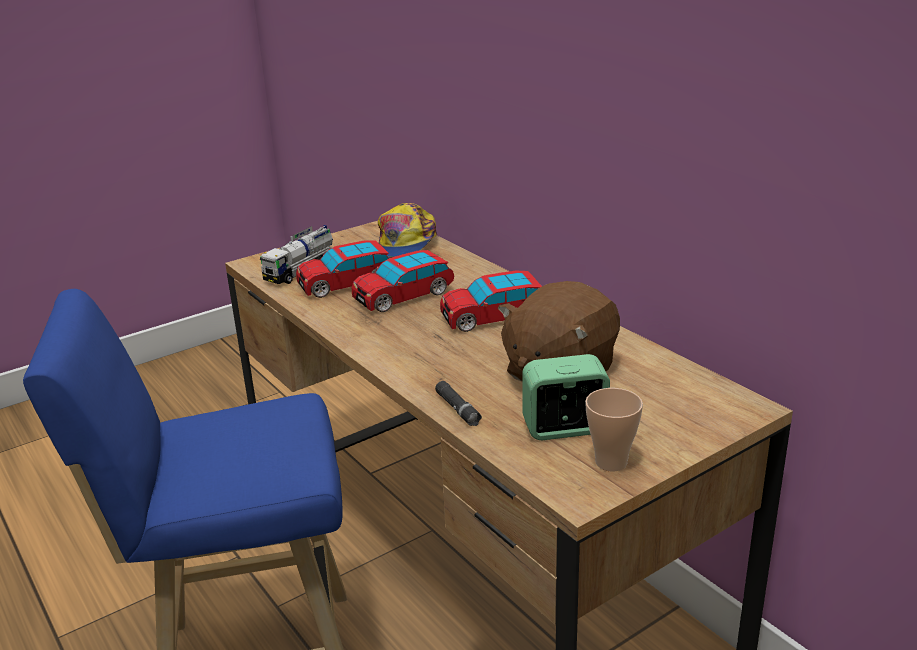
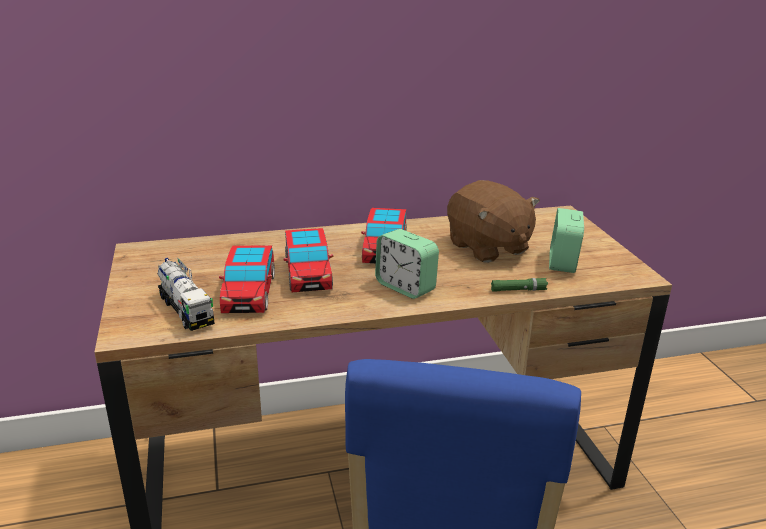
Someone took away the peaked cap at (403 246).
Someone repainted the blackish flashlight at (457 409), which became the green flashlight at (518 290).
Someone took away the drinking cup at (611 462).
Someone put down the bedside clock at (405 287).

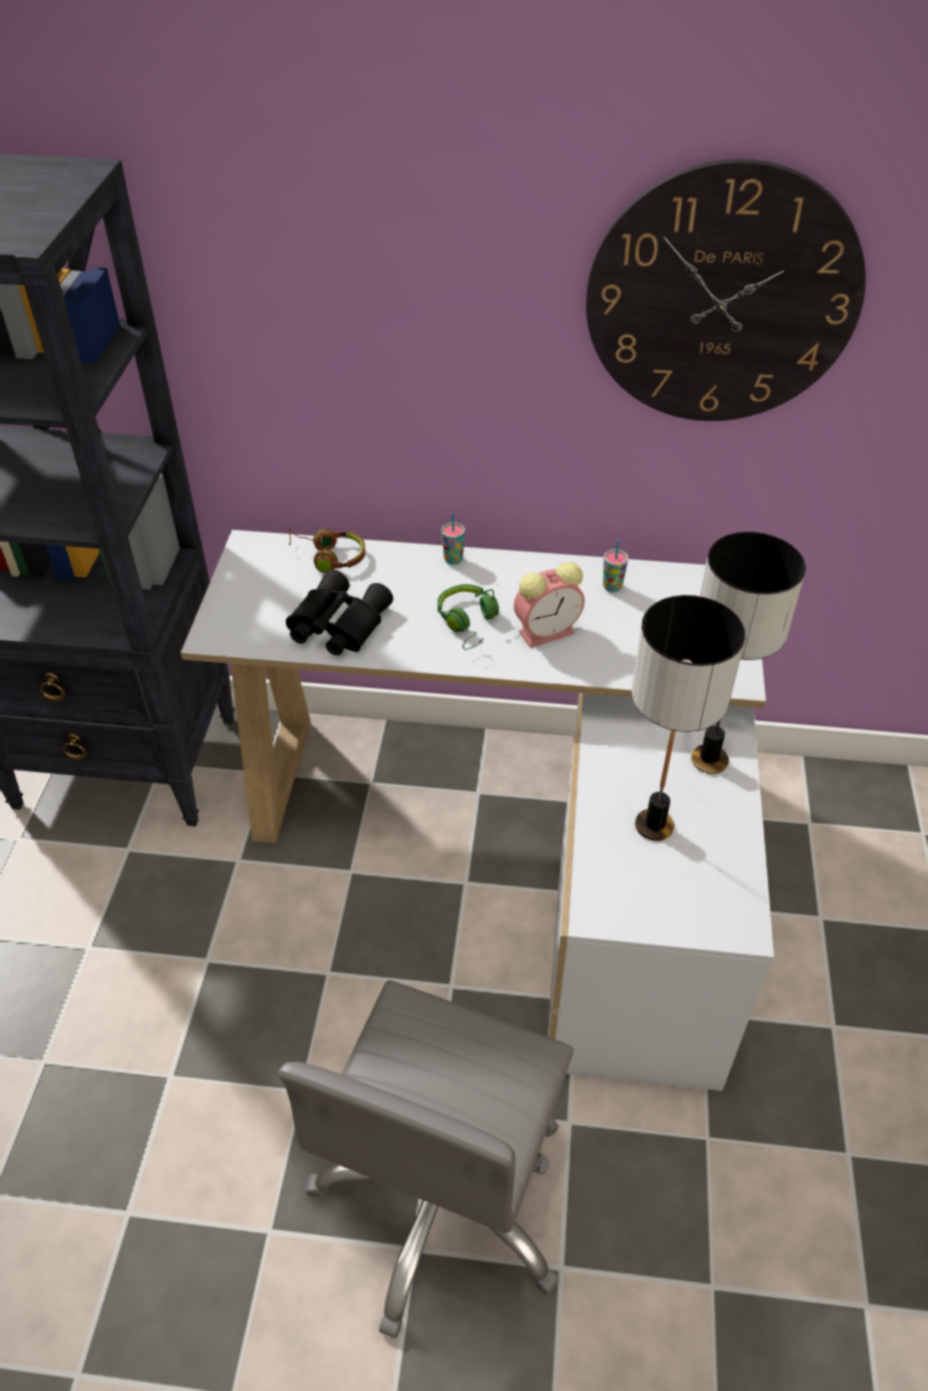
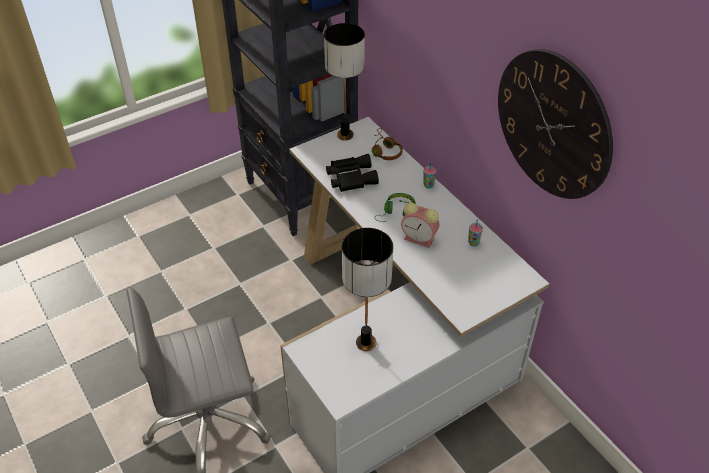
Someone carried the table lamp from (709 759) to (345 135).

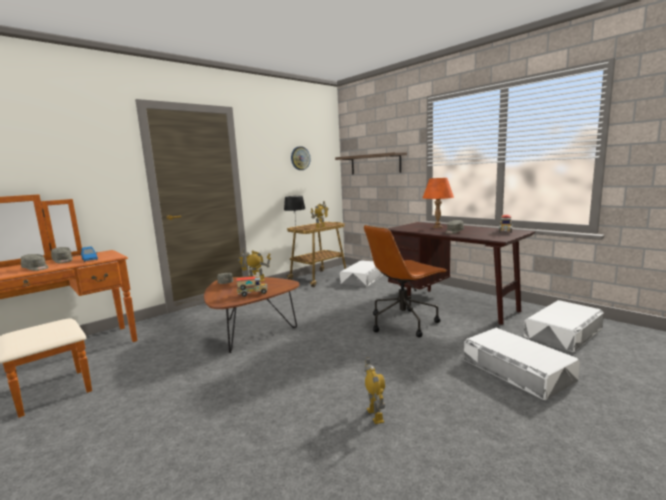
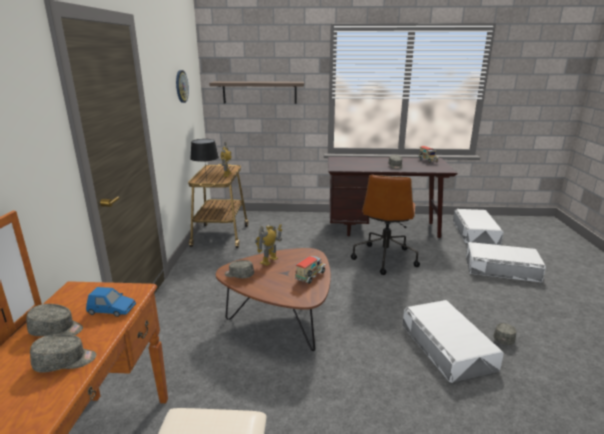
Someone carried the white storage bin from (363 278) to (447 346).
Someone swapped the robot figure at (375 415) for the grey peaked cap at (504 338).
Someone took away the orangey table lamp at (438 227).

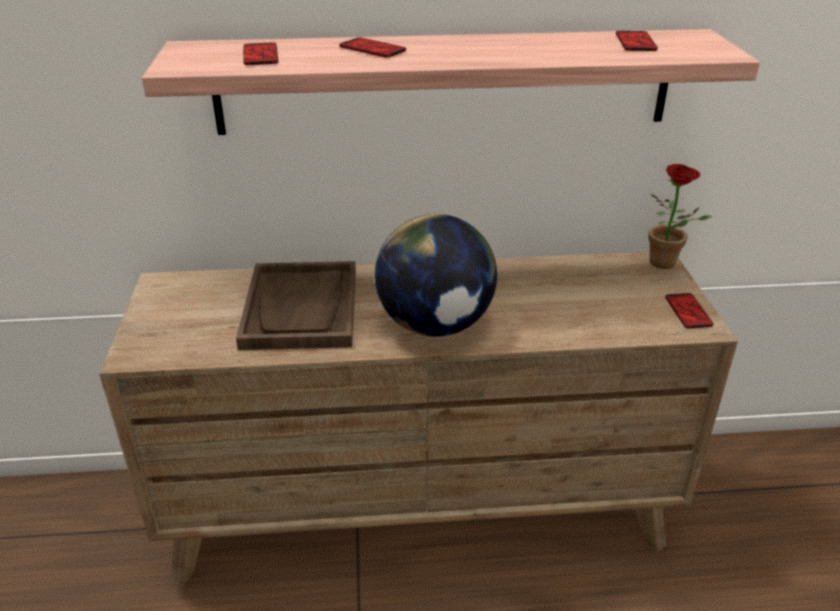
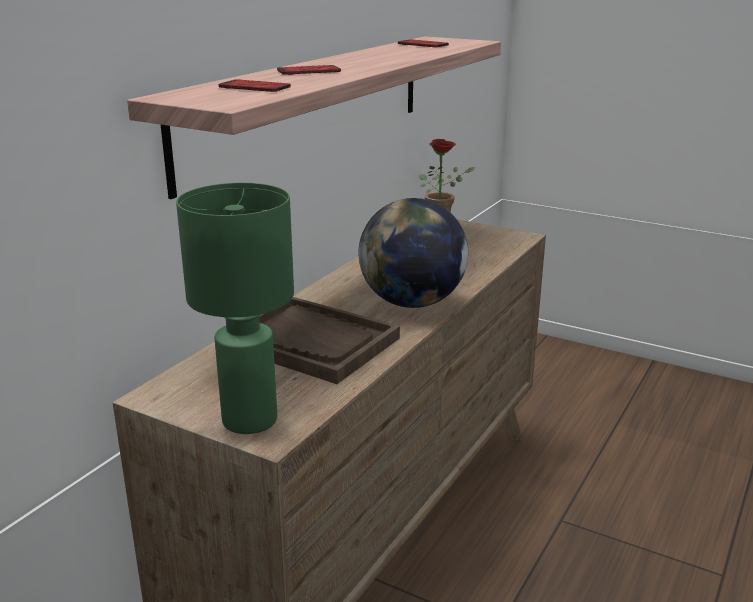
Someone took away the handset at (688 311).
Someone put down the green table lamp at (250 421).

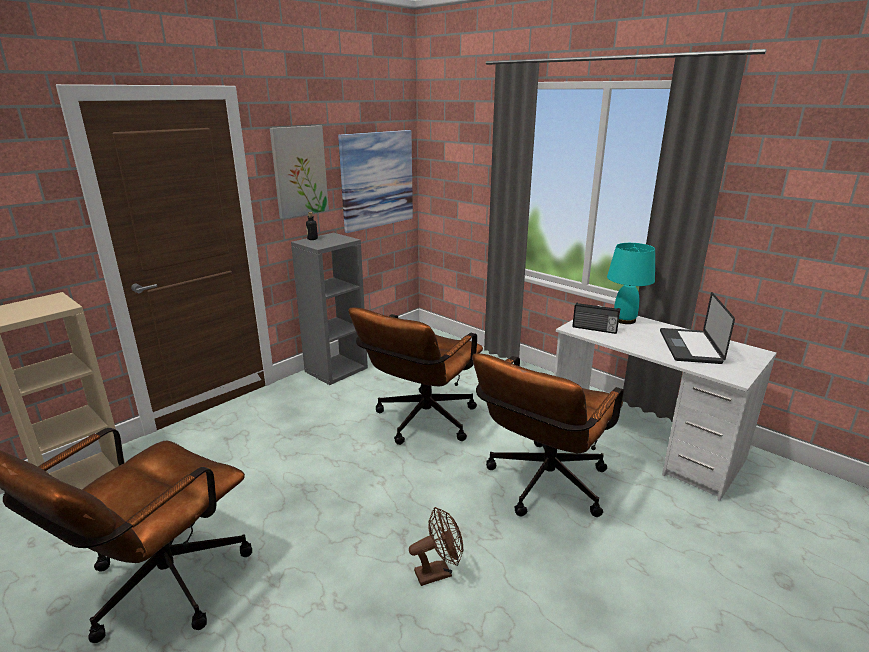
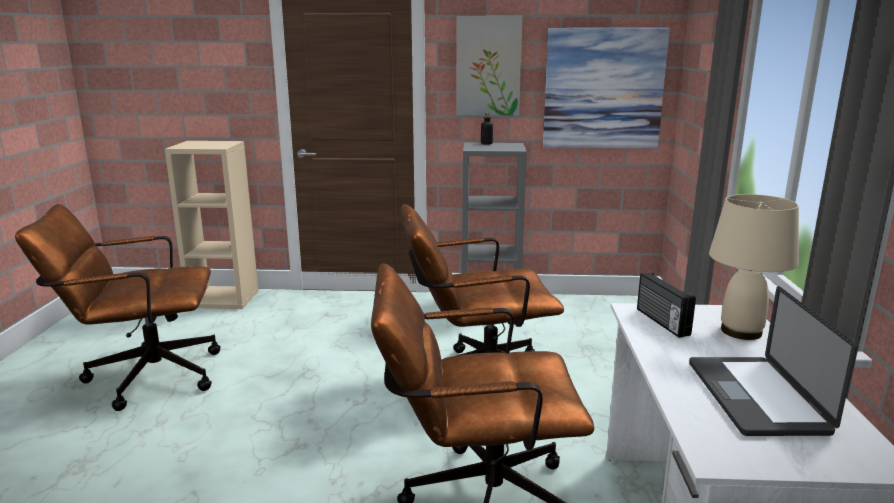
Someone took away the brown electric fan at (438 572).
Someone repainted the turquoise table lamp at (624 320), which became the sand-coloured table lamp at (741 331).
Someone rotated the notebook computer at (689 347) by 60 degrees counterclockwise.

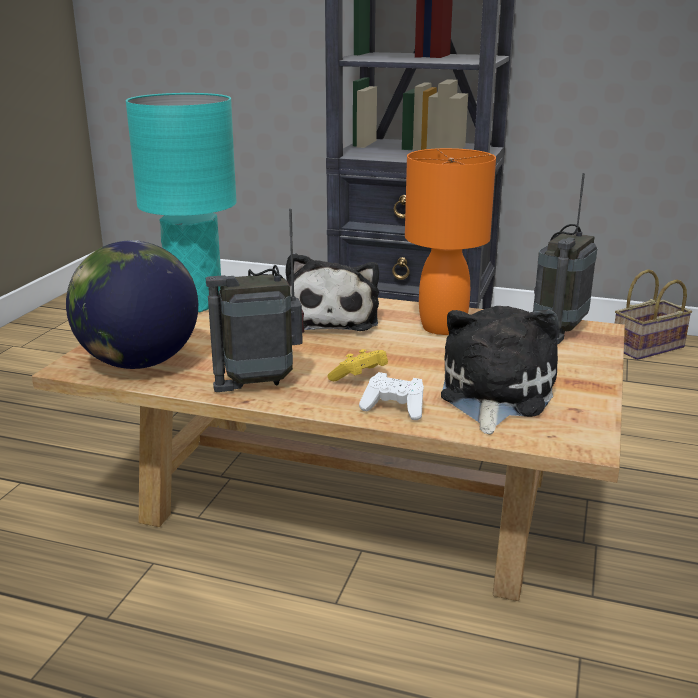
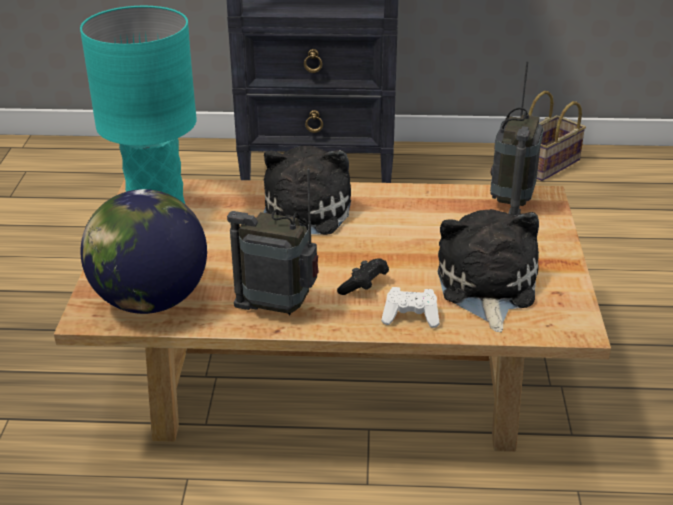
Someone rotated the radio at (259 383) by 45 degrees clockwise.
Someone rotated the plush toy at (332 318) by 150 degrees counterclockwise.
Someone repainted the yellow-coloured gamepad at (359 378), which became the blackish gamepad at (364 286).
Someone took away the orangey table lamp at (443 327).

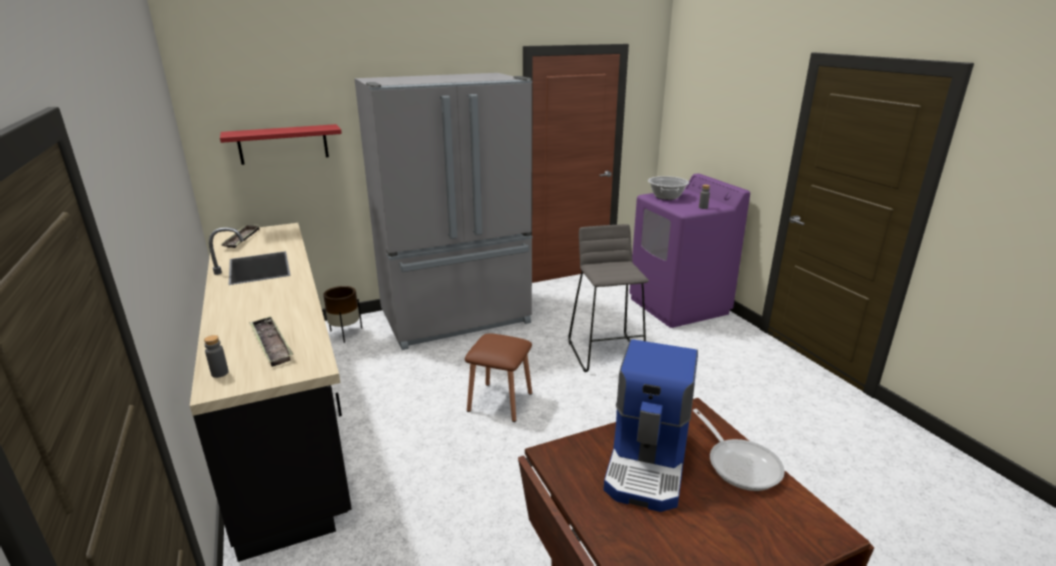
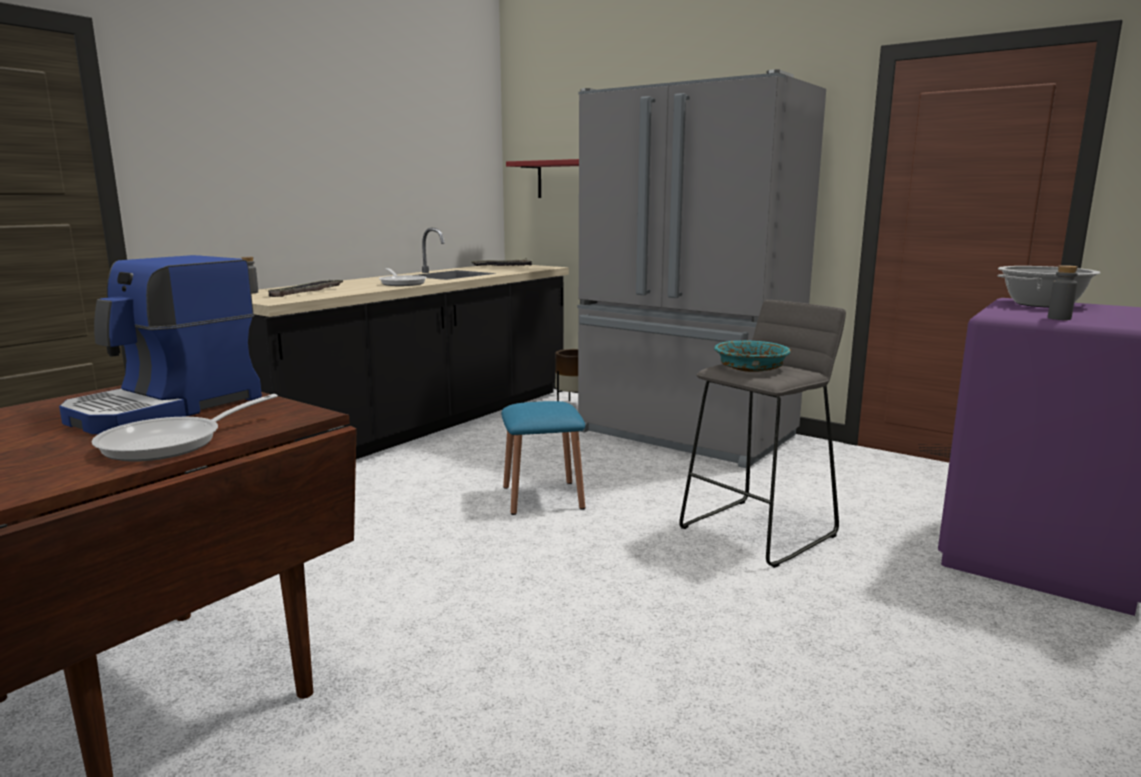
Someone repainted the brown sitting stool at (500 402), which became the bluish sitting stool at (542 497).
Someone rotated the coffee maker at (649 463) by 45 degrees counterclockwise.
Someone put down the frying pan at (402 283).
Someone put down the turquoise bowl at (751 368).

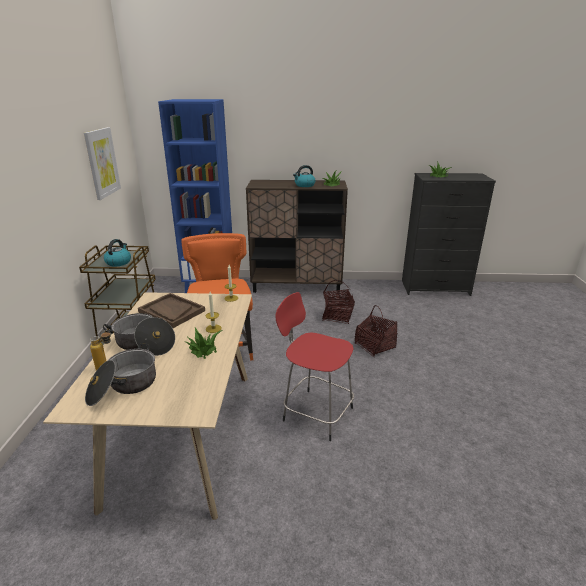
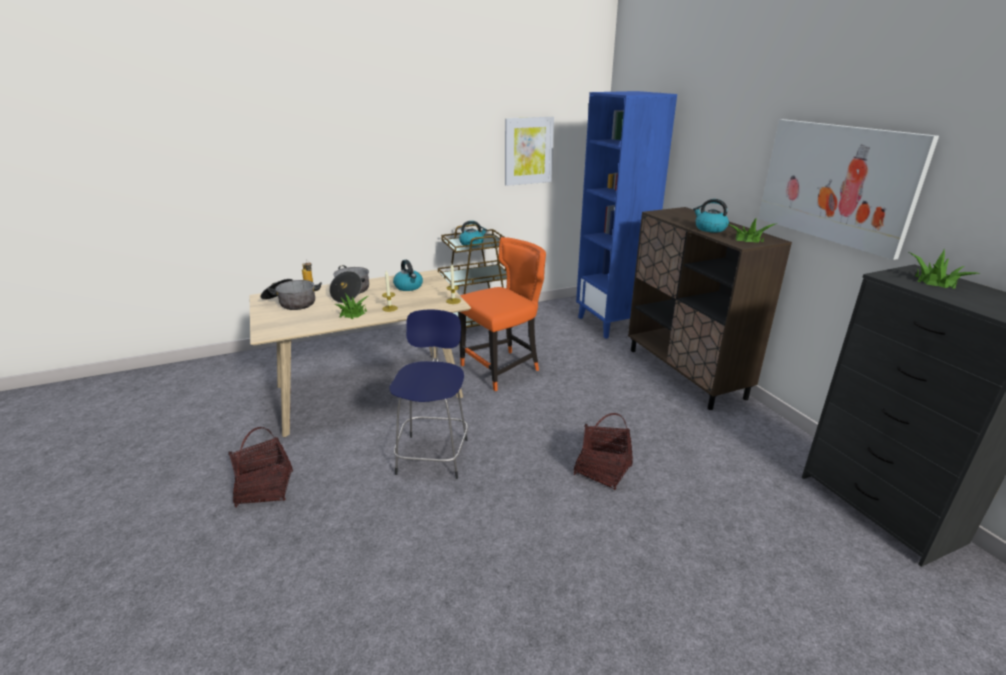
Someone swapped the brown carrying tray at (171 311) for the kettle at (409 287).
Someone repainted the red-coloured sitting stool at (315 413), which became the bluish sitting stool at (433 454).
Someone carried the storage basket from (337 316) to (265 488).
Someone put up the picture at (836 183).

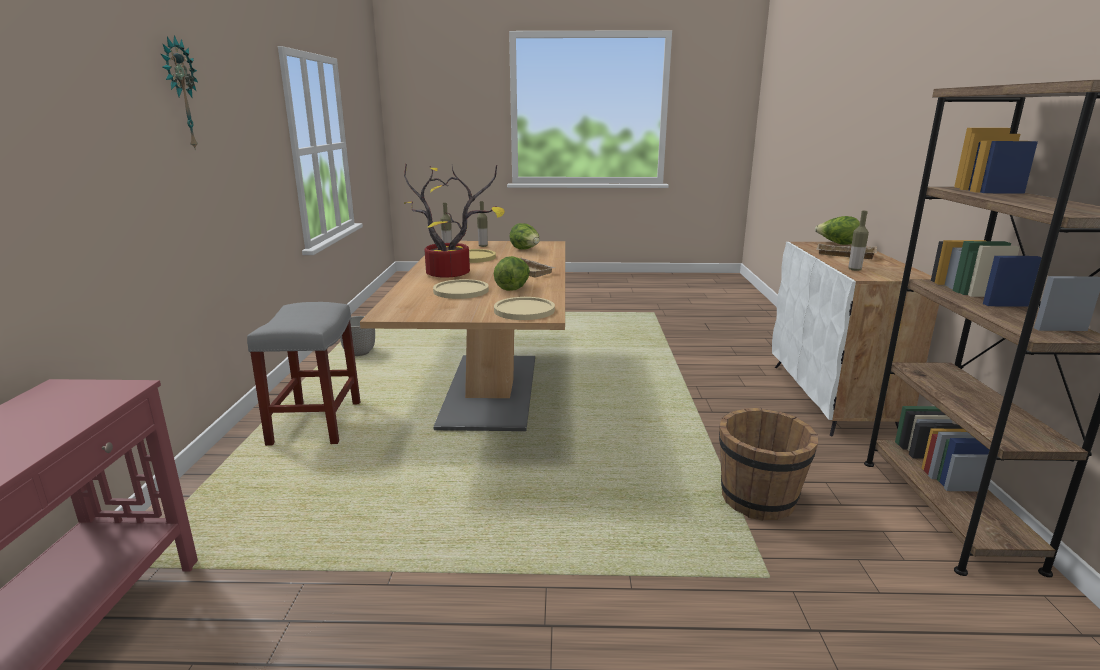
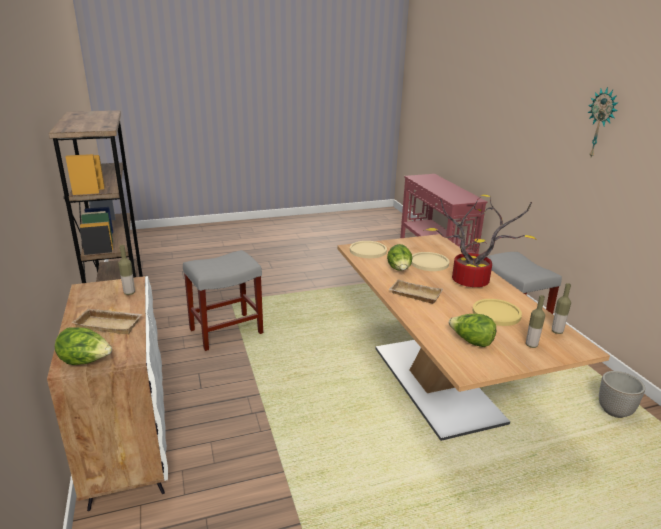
Someone swapped the brown pail at (758 500) for the grey sitting stool at (227 331).

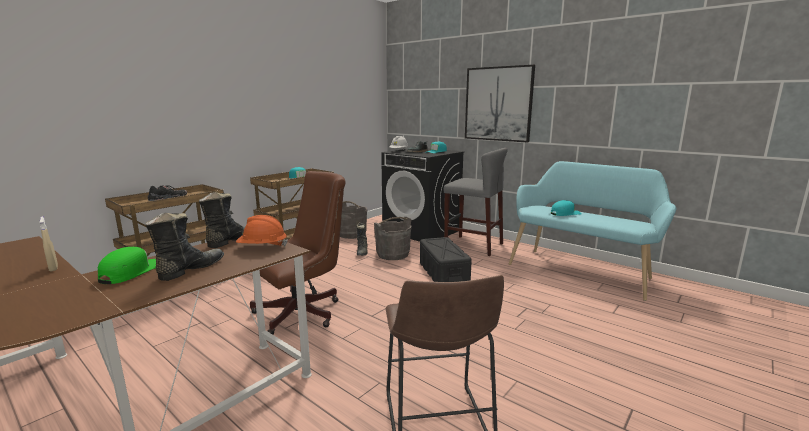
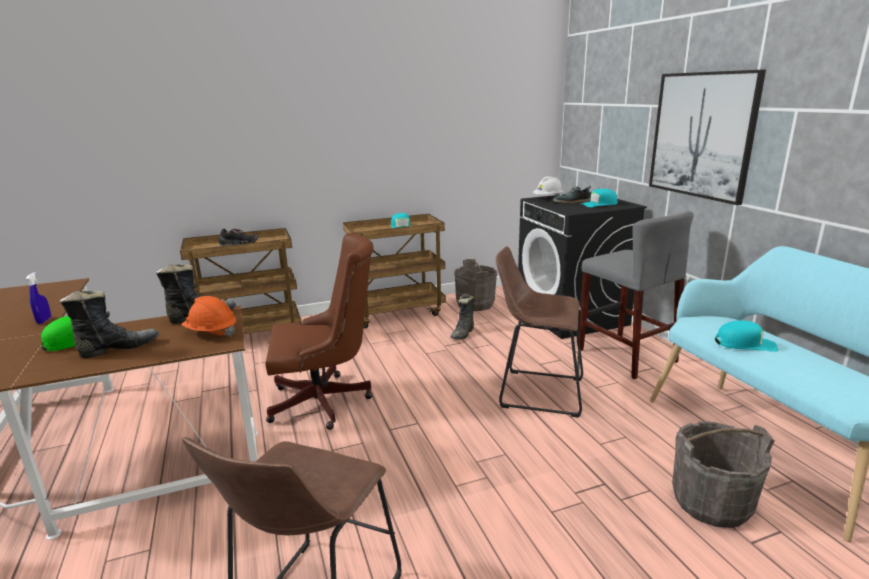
Someone repainted the sand-coloured spray bottle at (53 268), which became the bluish spray bottle at (44 320).
Someone carried the grey pail from (393 254) to (711 502).
Someone swapped the blackish storage bin at (443 273) for the brown sitting stool at (536 391).

